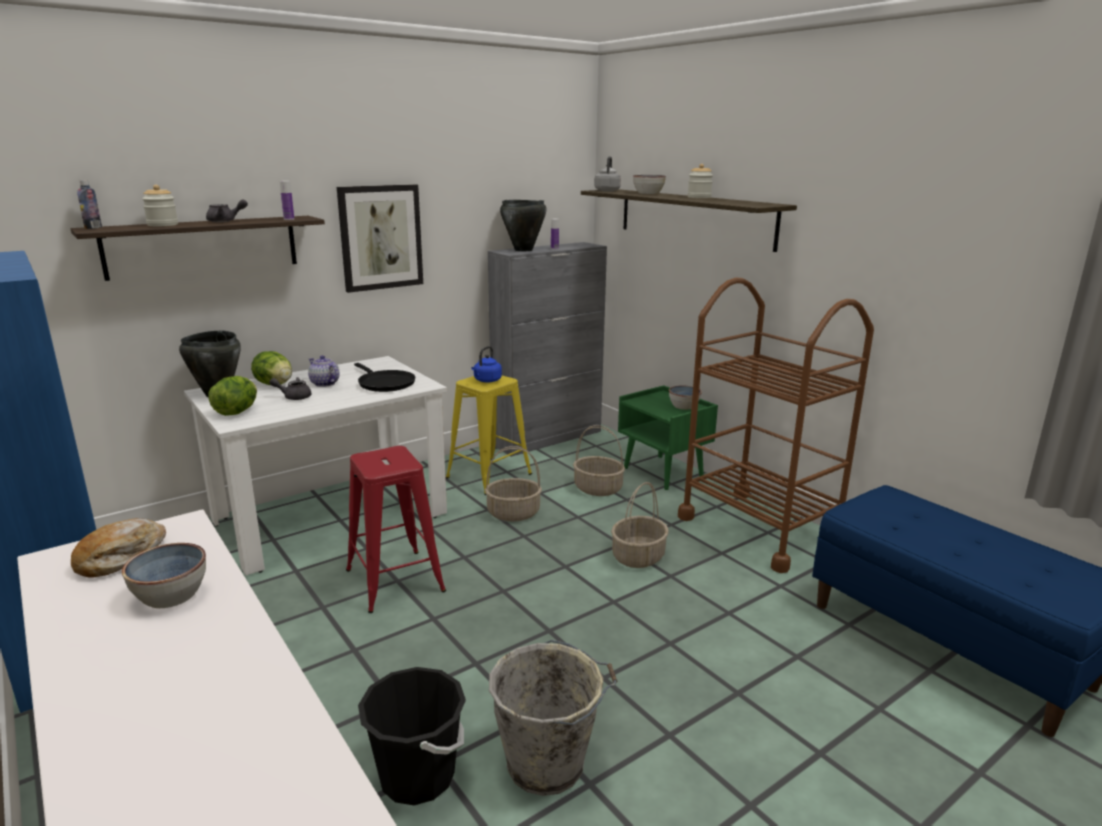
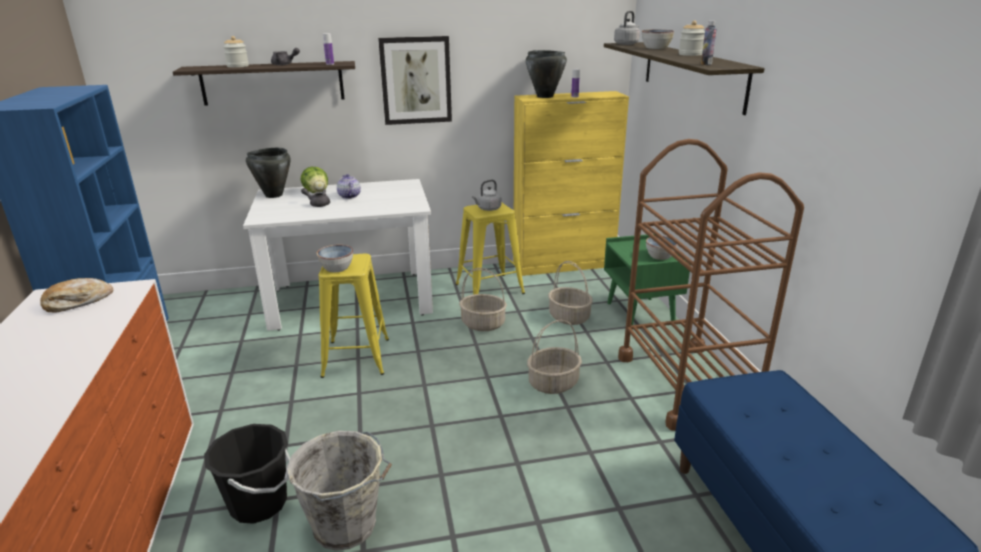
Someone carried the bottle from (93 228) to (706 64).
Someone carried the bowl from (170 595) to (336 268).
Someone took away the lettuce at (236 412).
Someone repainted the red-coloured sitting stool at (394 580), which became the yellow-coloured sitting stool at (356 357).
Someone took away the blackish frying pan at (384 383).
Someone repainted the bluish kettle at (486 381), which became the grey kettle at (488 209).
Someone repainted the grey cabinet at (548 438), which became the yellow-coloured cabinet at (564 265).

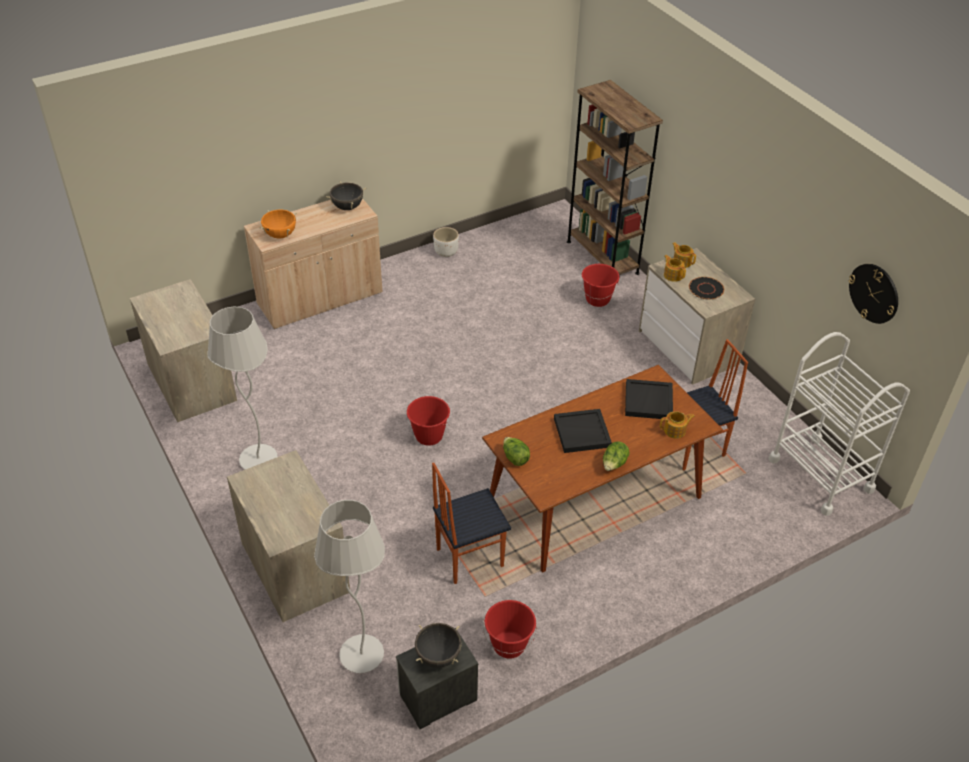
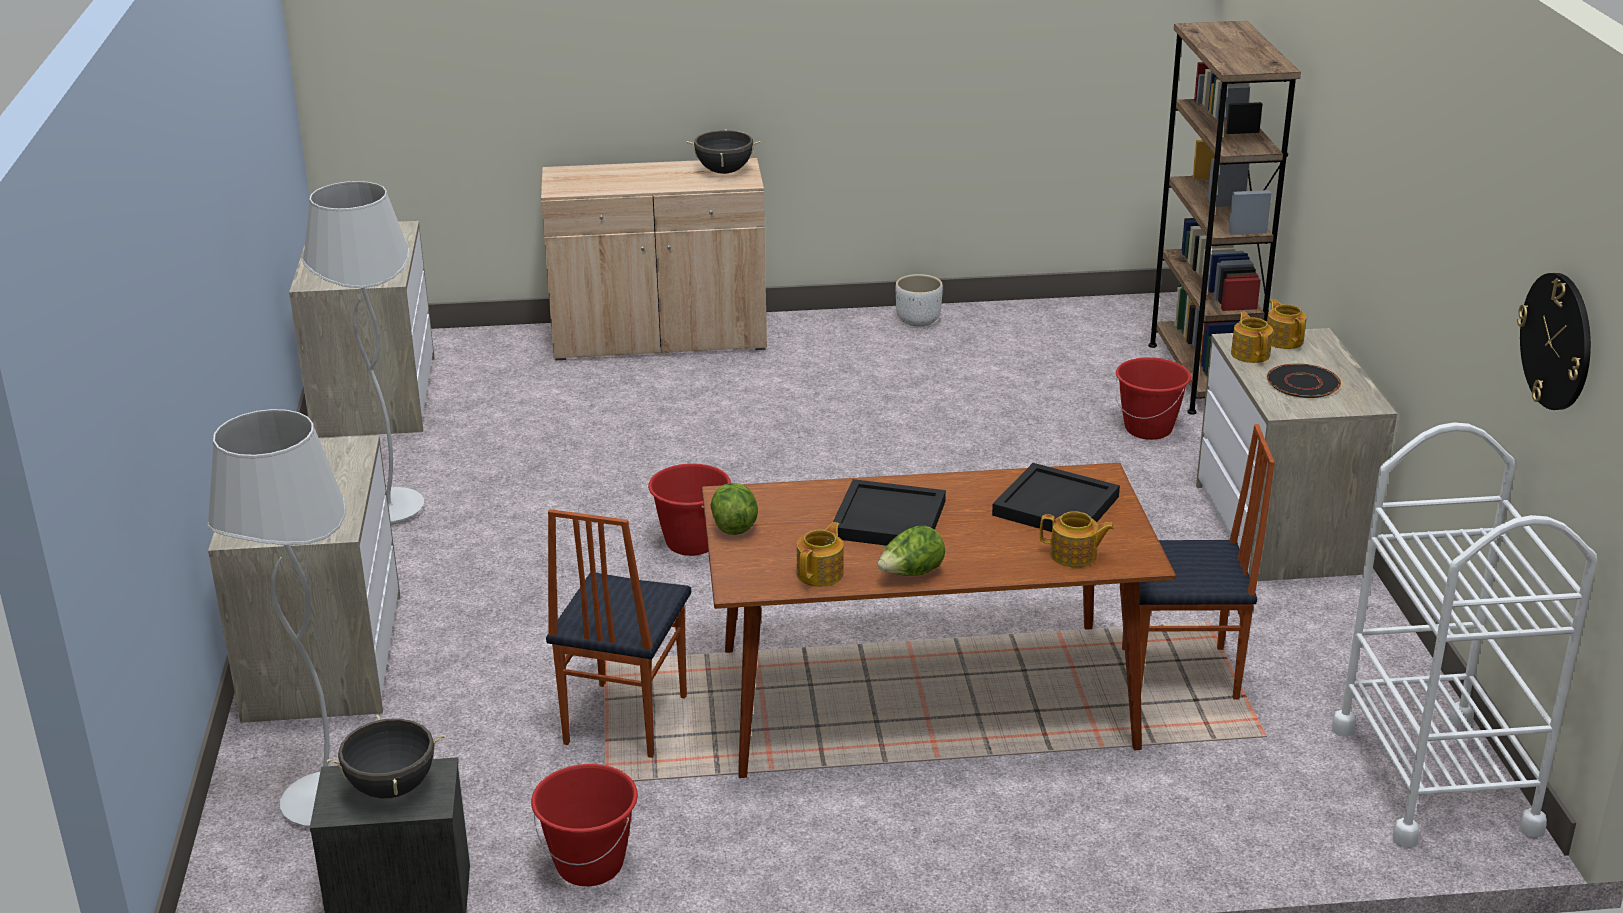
Someone took away the orangey stockpot at (280 235).
Someone rotated the upright chair at (468 557) by 75 degrees counterclockwise.
Someone put down the tea pot at (821 573).

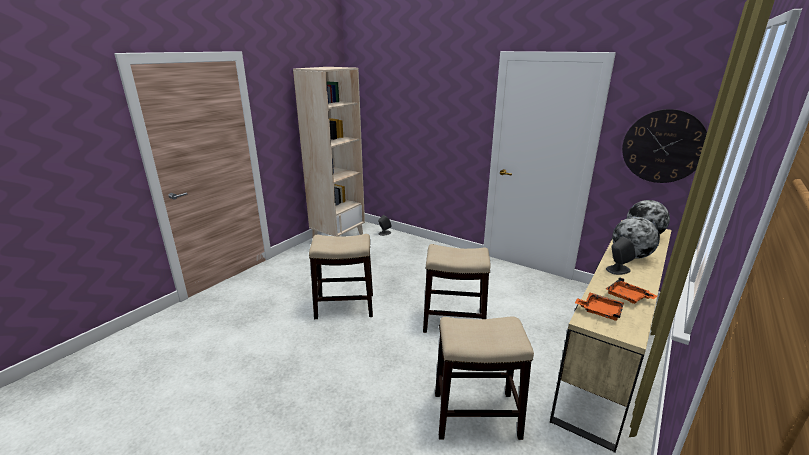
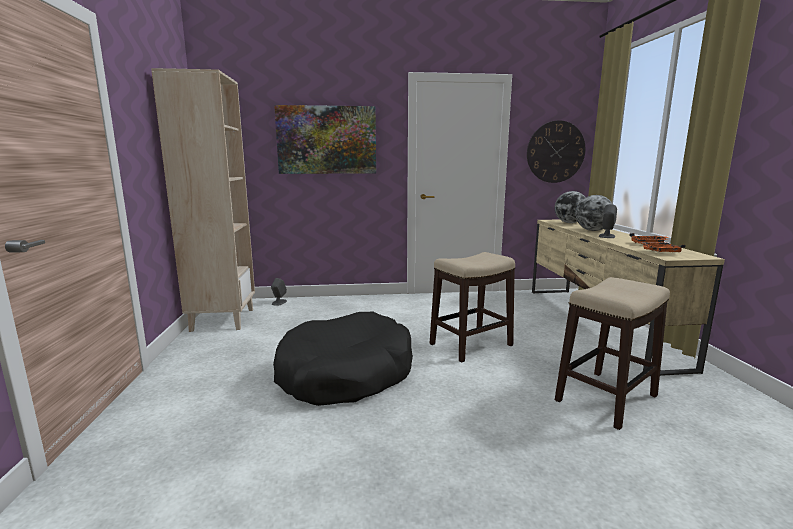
Someone swapped the sitting stool at (345 306) for the blackish dog cushion at (345 374).
Someone put up the picture at (327 140).

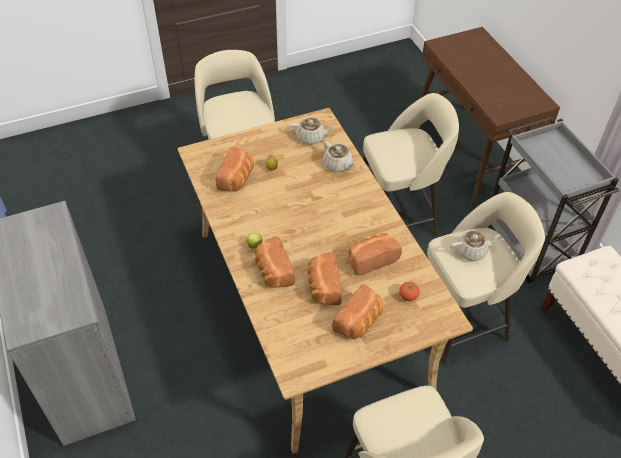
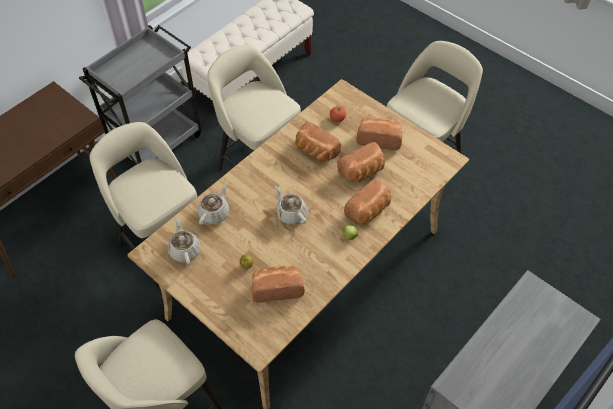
Someone carried the sand-coloured tea pot from (472 251) to (291 213).

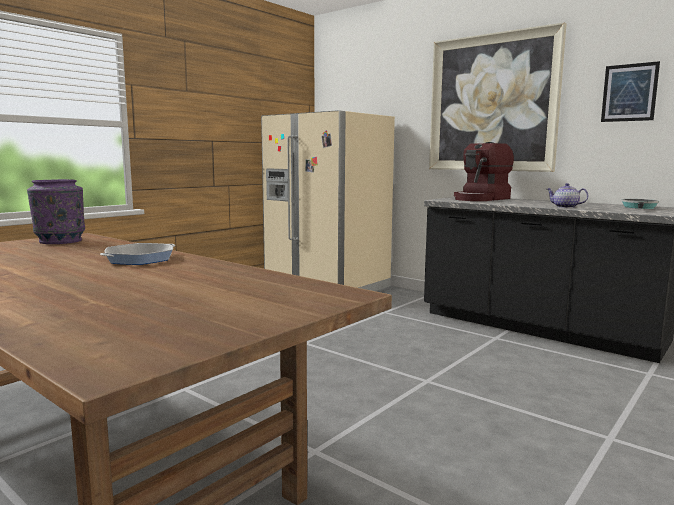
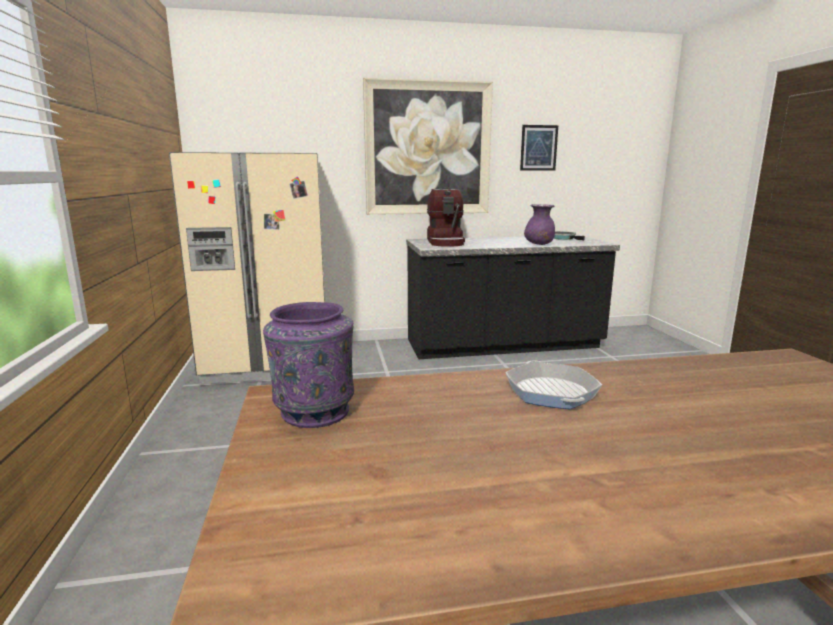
Someone swapped the tea pot at (565 207) for the purplish vase at (539 244).

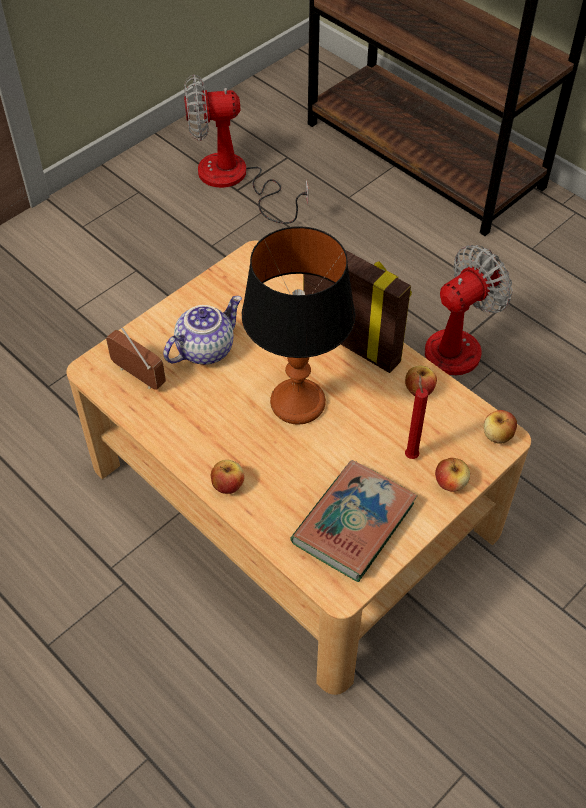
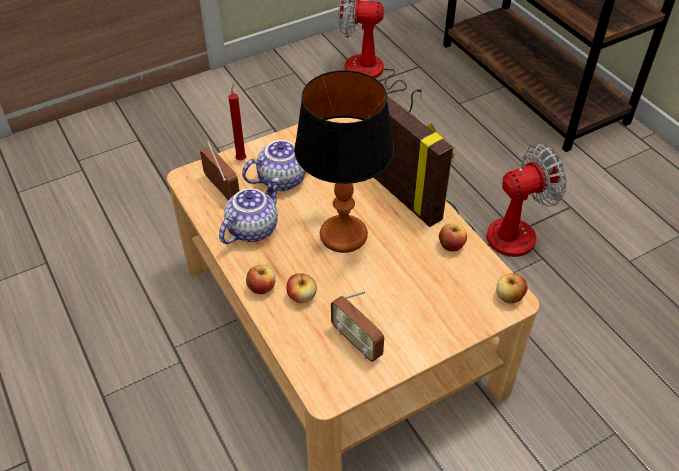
Someone swapped the bound book at (353 524) for the radio at (357 342).
Someone carried the red-coloured wax light from (411 454) to (241 159).
Someone carried the apple from (450 483) to (302 296).
Someone put down the tea pot at (252 228).

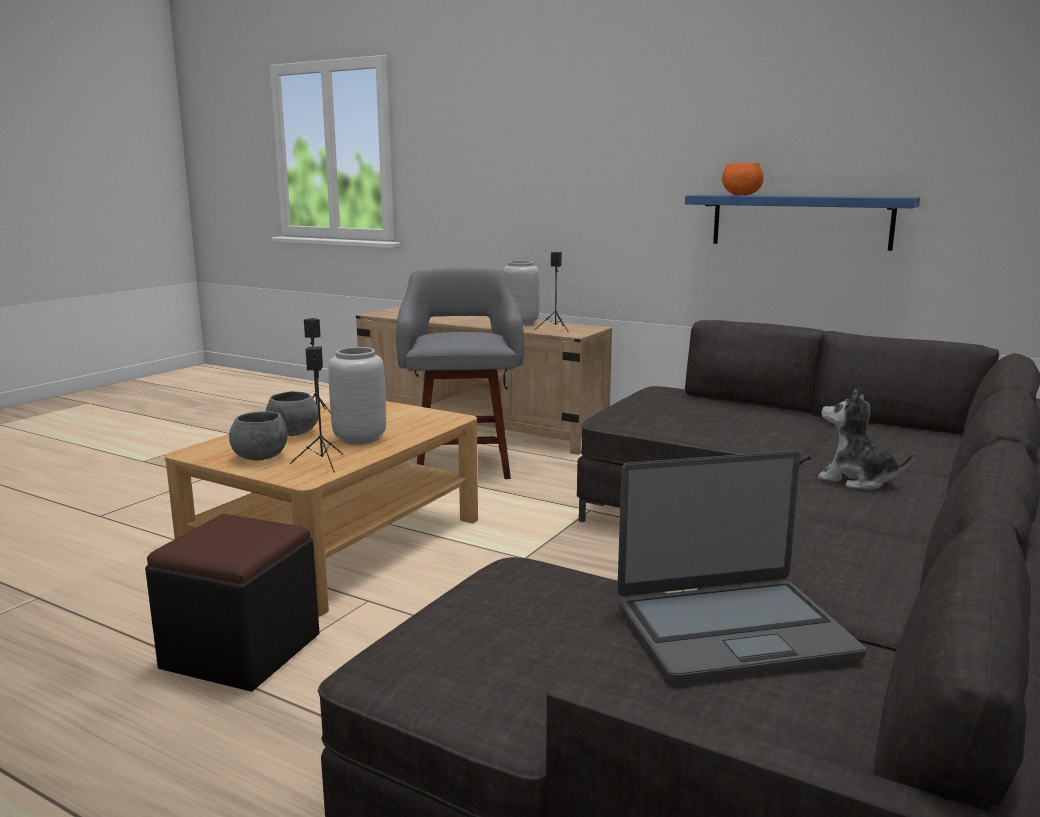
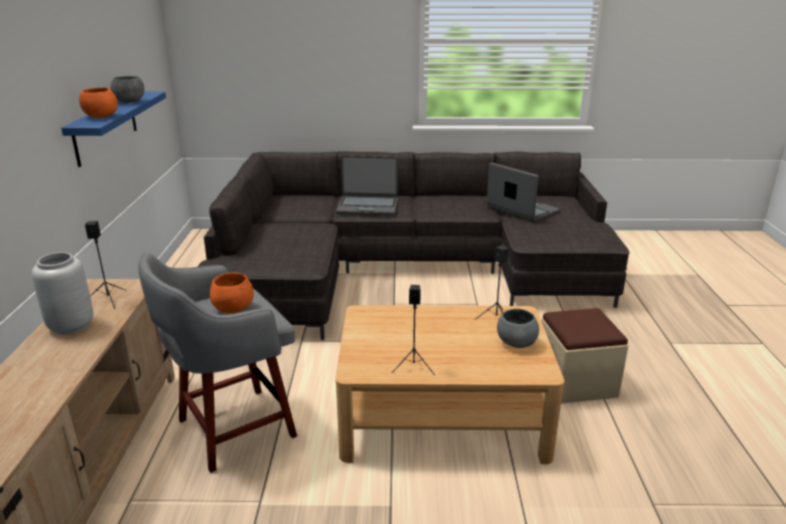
Someone repainted the blackish pouffe at (241 651), which became the sand-coloured pouffe at (575 382).
Someone carried the grey bowl from (293 433) to (129 102).
Someone took away the grey vase at (359 438).
Someone swapped the plush toy at (856 480) for the notebook computer at (367 207).
Someone put down the orangey bowl at (234 308).

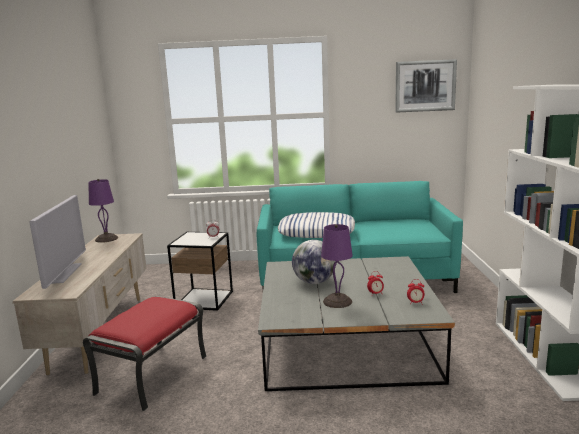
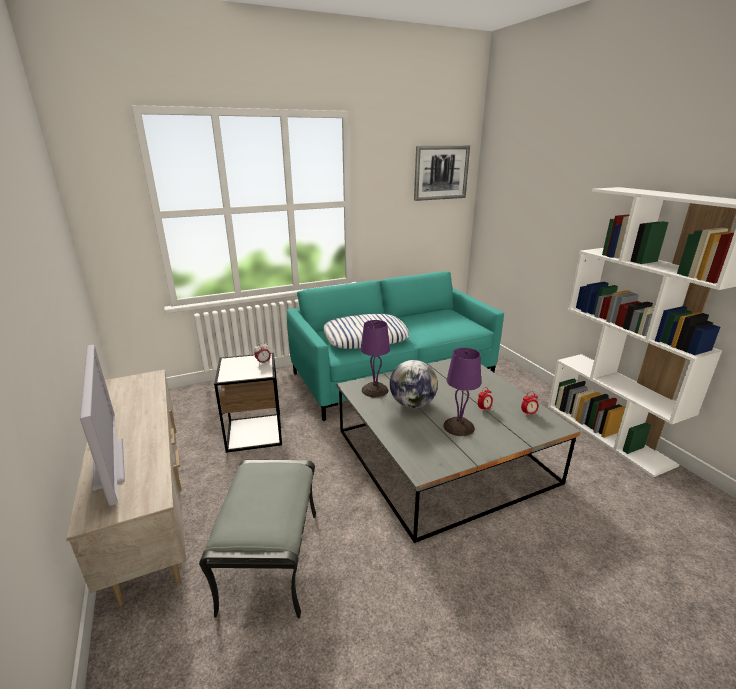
Someone repainted the red-coloured pouffe at (152 374), which became the grey pouffe at (270 558).
Someone carried the purplish table lamp from (106 239) to (374 390).

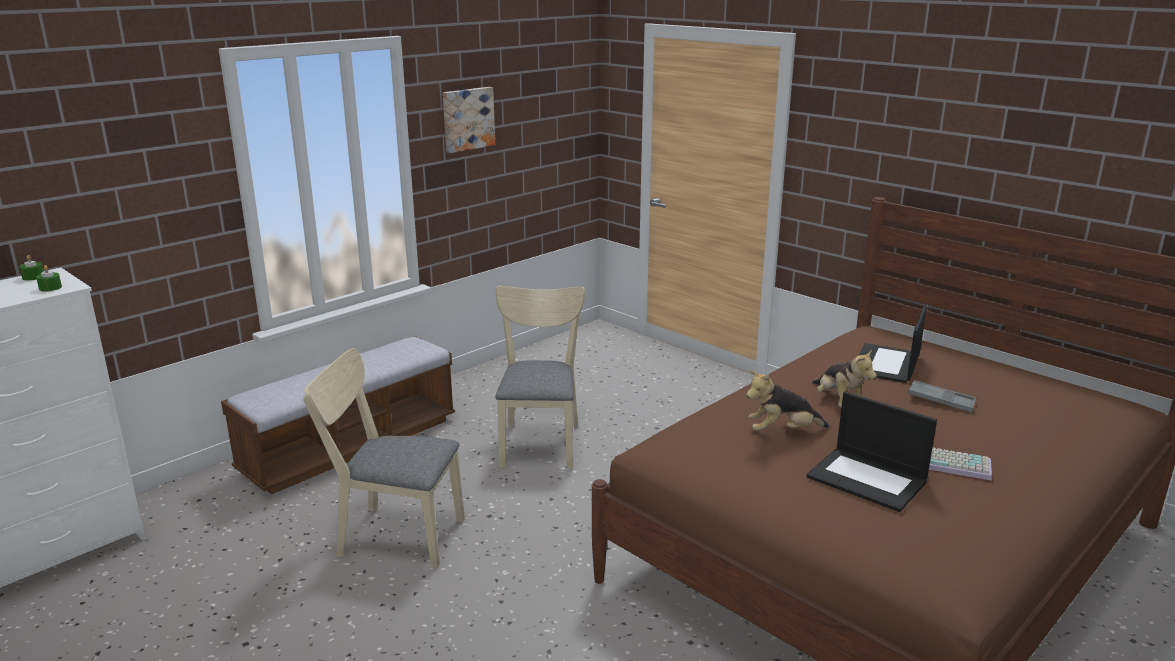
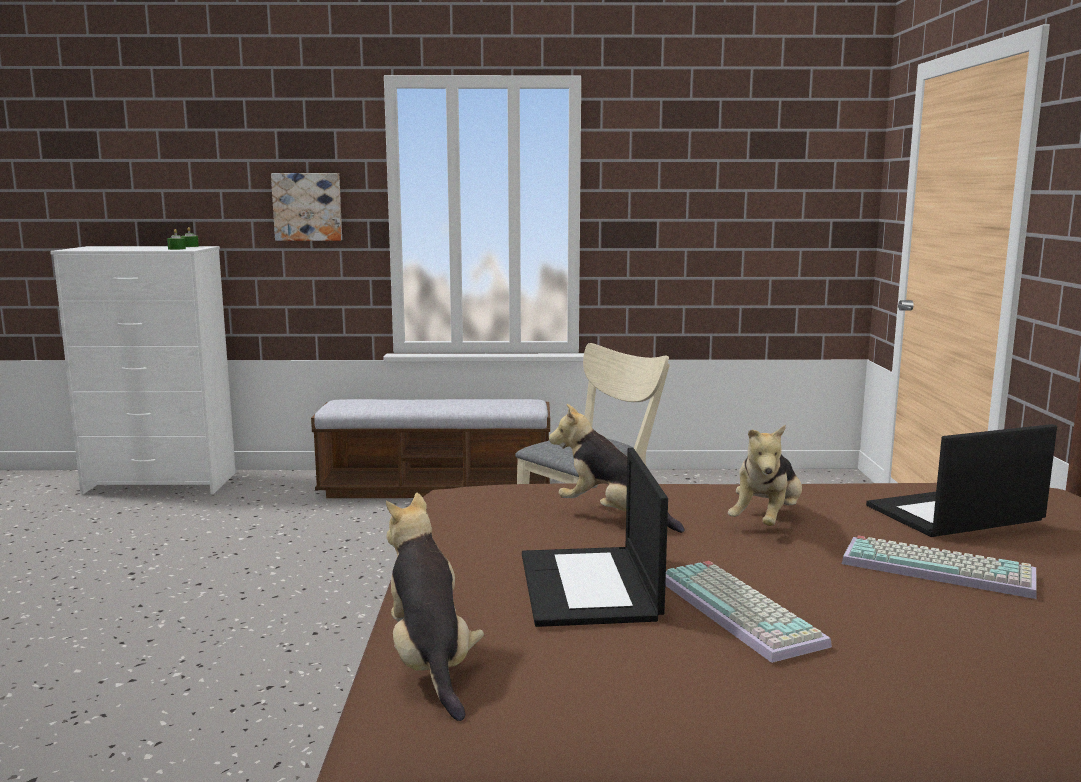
Someone took away the sand-coloured upright chair at (392 535).
Someone carried the picture from (467 119) to (308 207).
Someone swapped the grey carrying tray at (941 401) for the computer keyboard at (940 568).
Someone put down the plush toy at (430 663).

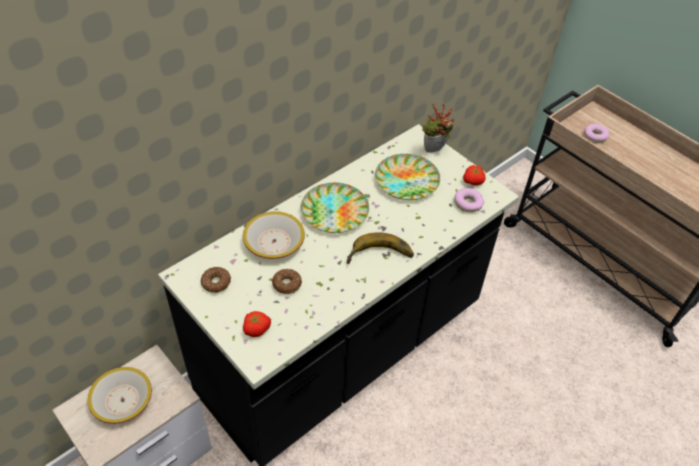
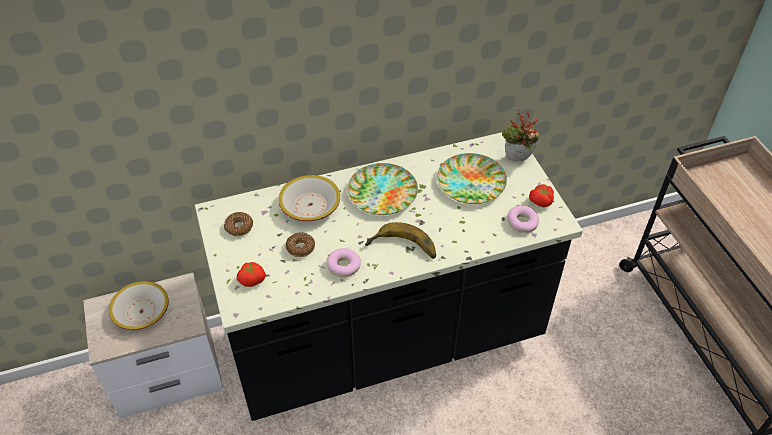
Someone carried the donut from (595 136) to (344 266).

